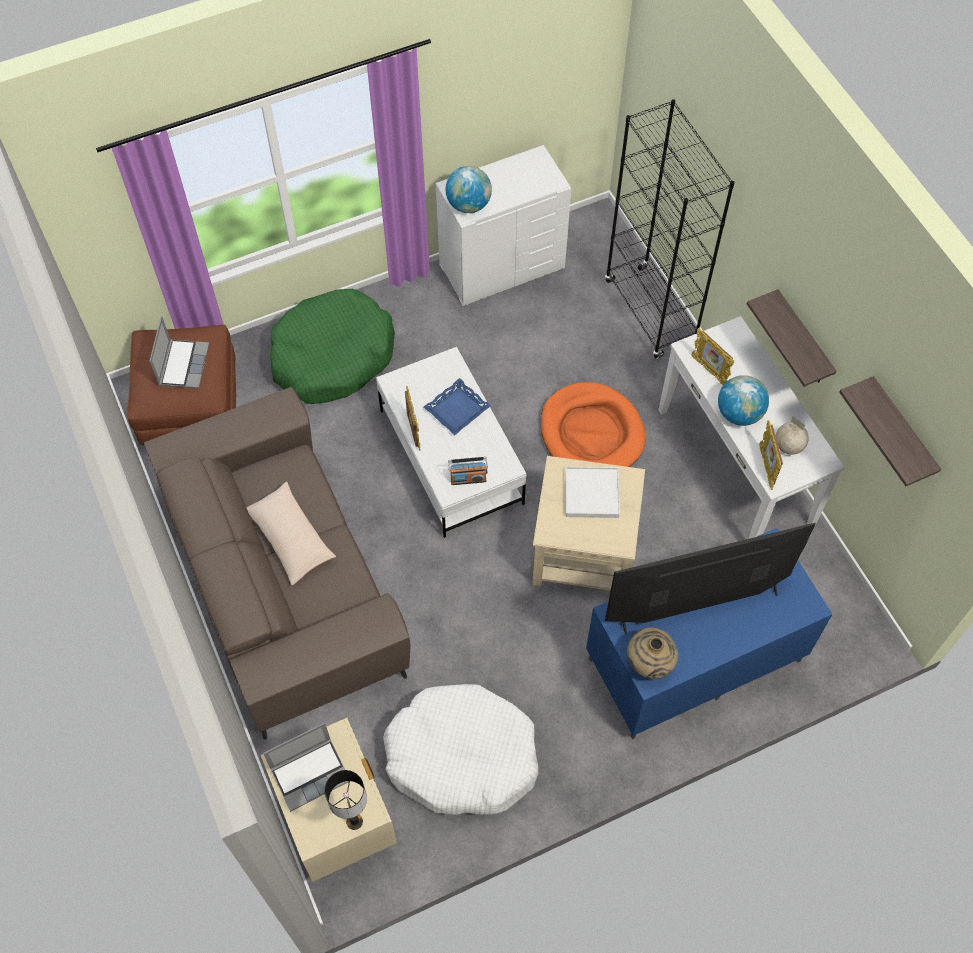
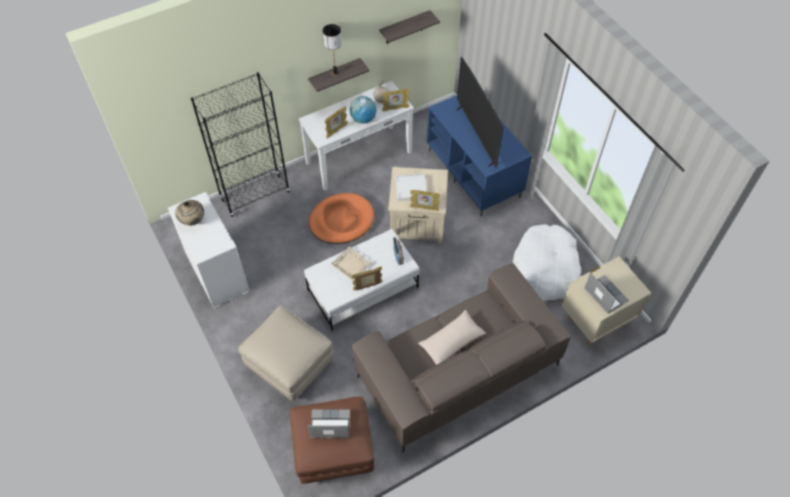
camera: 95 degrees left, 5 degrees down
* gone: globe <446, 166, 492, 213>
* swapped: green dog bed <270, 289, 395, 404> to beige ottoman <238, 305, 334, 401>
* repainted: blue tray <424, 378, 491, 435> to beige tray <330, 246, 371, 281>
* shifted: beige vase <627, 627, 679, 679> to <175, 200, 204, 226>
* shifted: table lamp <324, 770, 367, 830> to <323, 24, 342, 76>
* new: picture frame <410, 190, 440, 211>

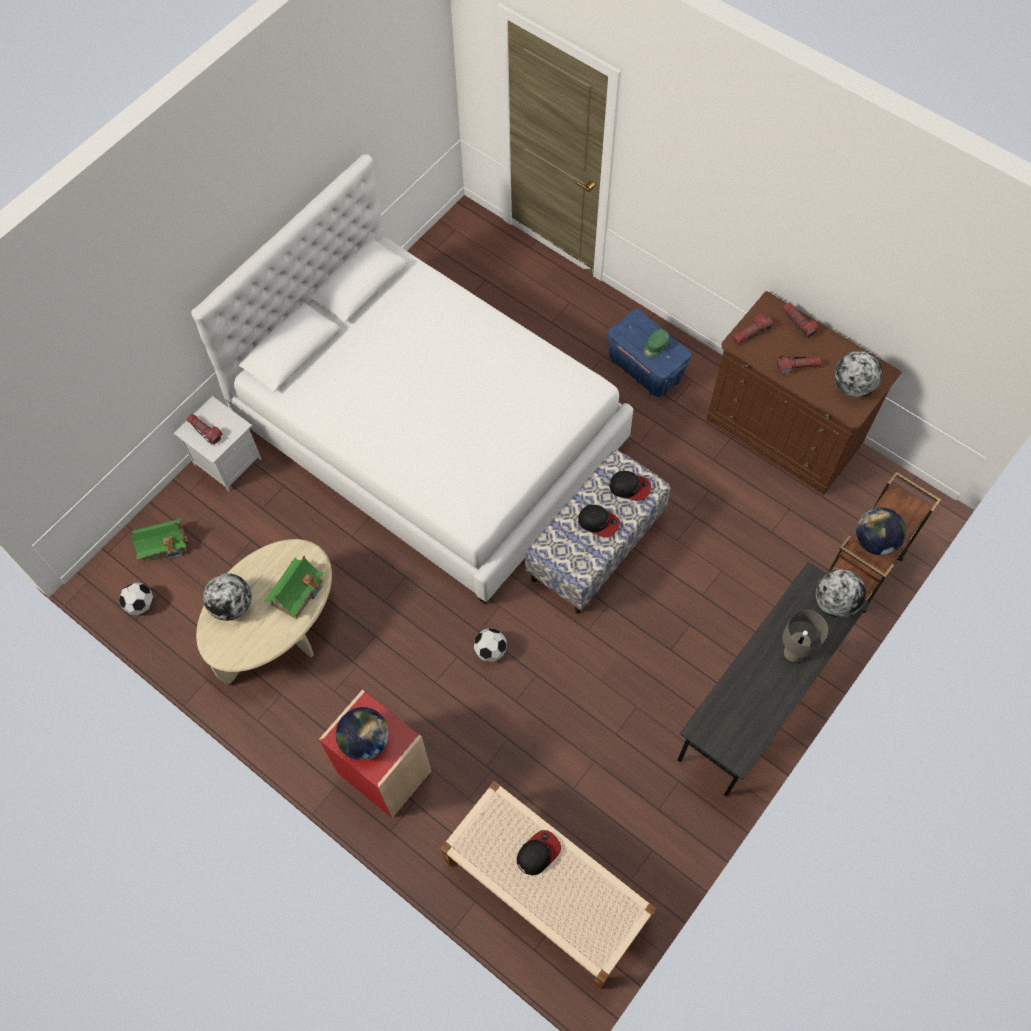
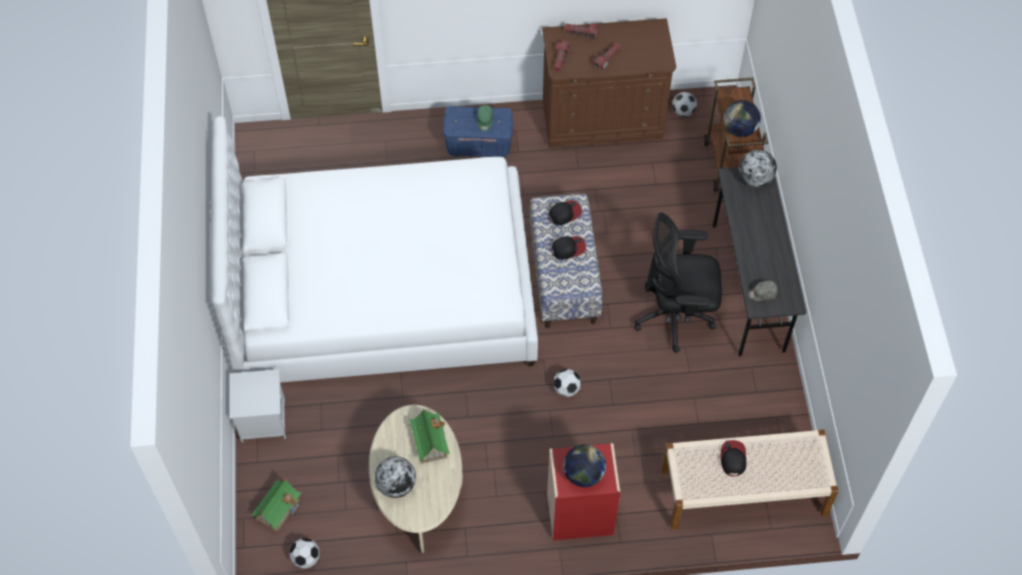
camera: 45 degrees left, 5 degrees down
* gone: globe <834, 351, 883, 398>
* gone: flashlight <187, 414, 223, 444>
* gone: grey table lamp <782, 610, 828, 663>
* new: football <672, 92, 697, 117>
* new: black office chair <635, 212, 722, 353>
* new: grey cap <748, 281, 778, 301>

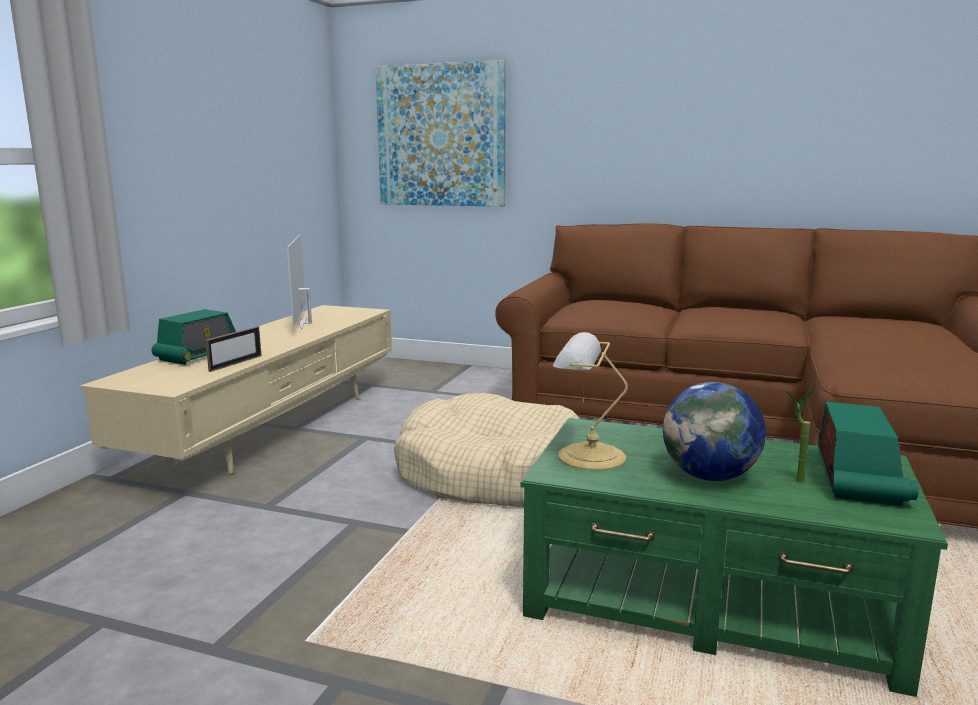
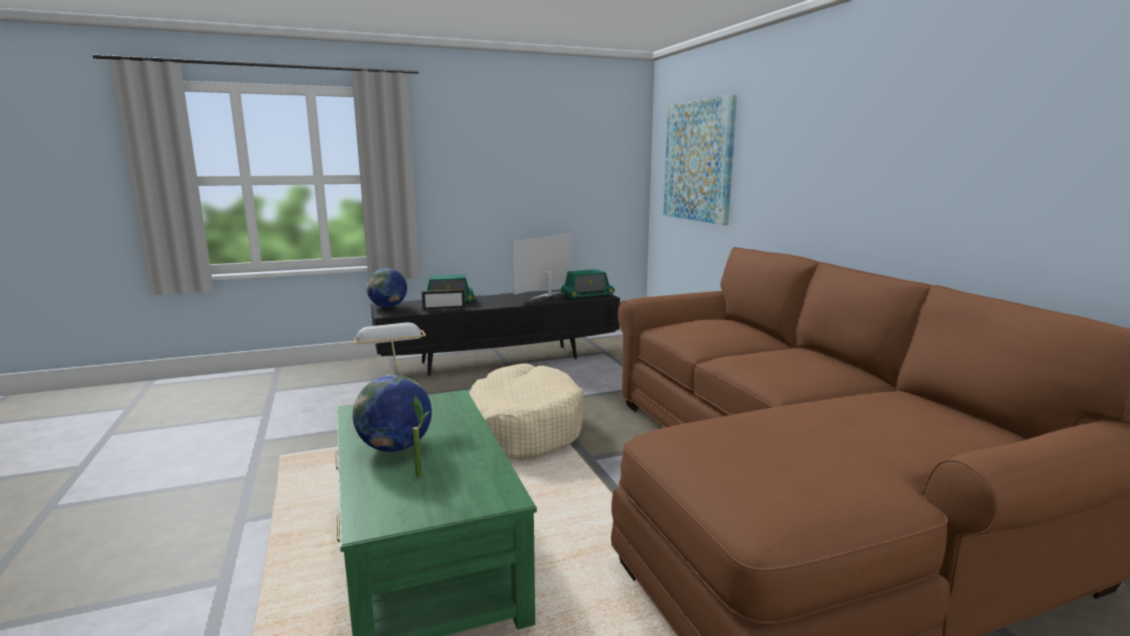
camera: 50 degrees right, 0 degrees up
* repainted: beige tv stand <80, 305, 392, 475> to black tv stand <371, 289, 620, 376>
* shifted: radio <818, 402, 919, 506> to <561, 269, 615, 299>
* new: globe <366, 268, 407, 307>

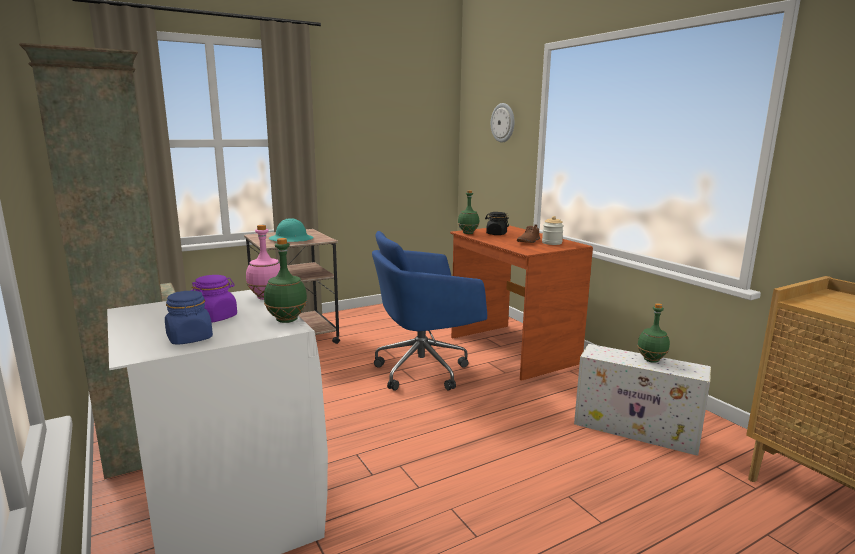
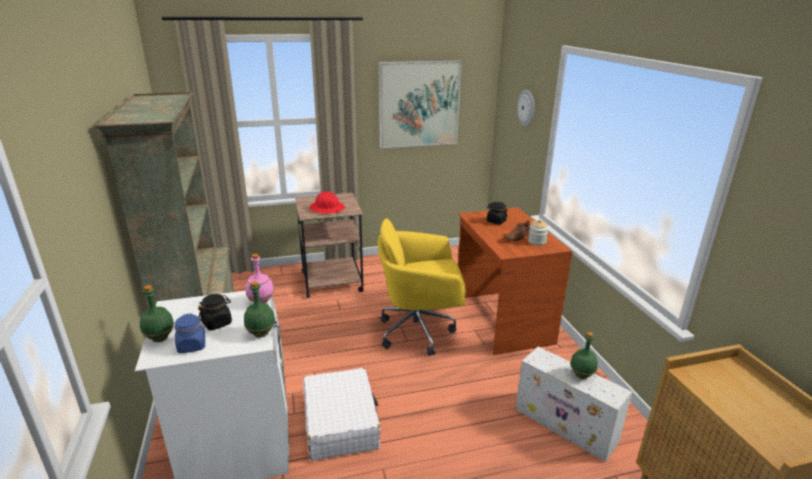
camera: 15 degrees right, 10 degrees up
* shifted: green bottle <458, 190, 480, 234> to <140, 285, 174, 342>
* repainted: turquoise hard hat <269, 218, 314, 242> to red hard hat <310, 192, 345, 213>
* repainted: blue office chair <372, 231, 487, 391> to yellow office chair <378, 218, 466, 356>
* repainted: purple jar <191, 275, 237, 323> to black jar <198, 294, 232, 330>
* new: picture <378, 61, 462, 148>
* new: white suitcase <303, 368, 381, 461>

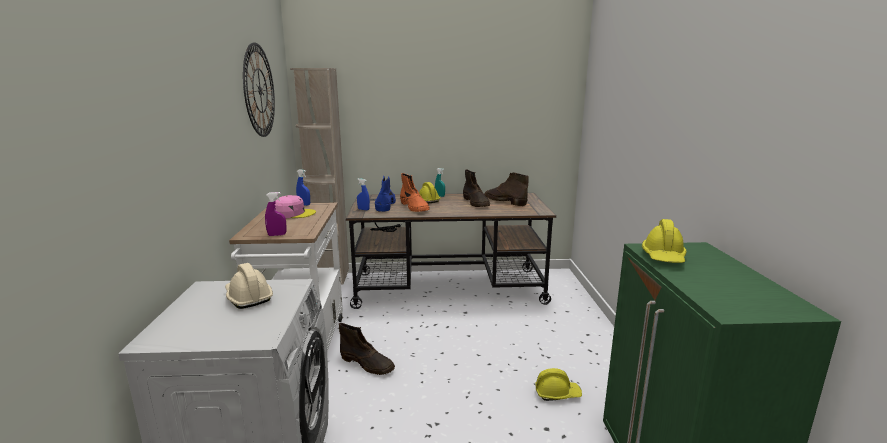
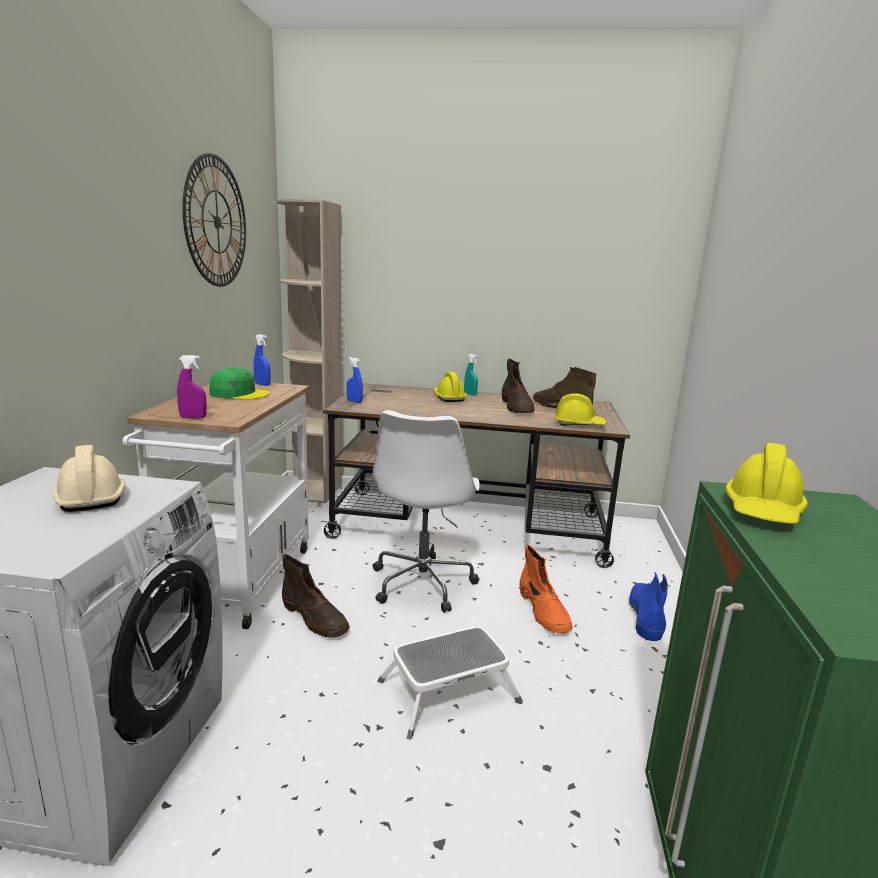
camera: 10 degrees right, 0 degrees up
* shifted: orange boot <400, 173, 430, 212> to <519, 545, 572, 633>
* shifted: blue boot <375, 176, 396, 212> to <629, 572, 668, 641>
* repainted: pink cap <275, 195, 316, 218> to green cap <209, 368, 270, 400>
* shifted: yellow hard hat <535, 368, 582, 401> to <555, 393, 607, 426>
* new: white office chair <372, 410, 480, 613>
* new: grey step ladder <377, 626, 523, 740>

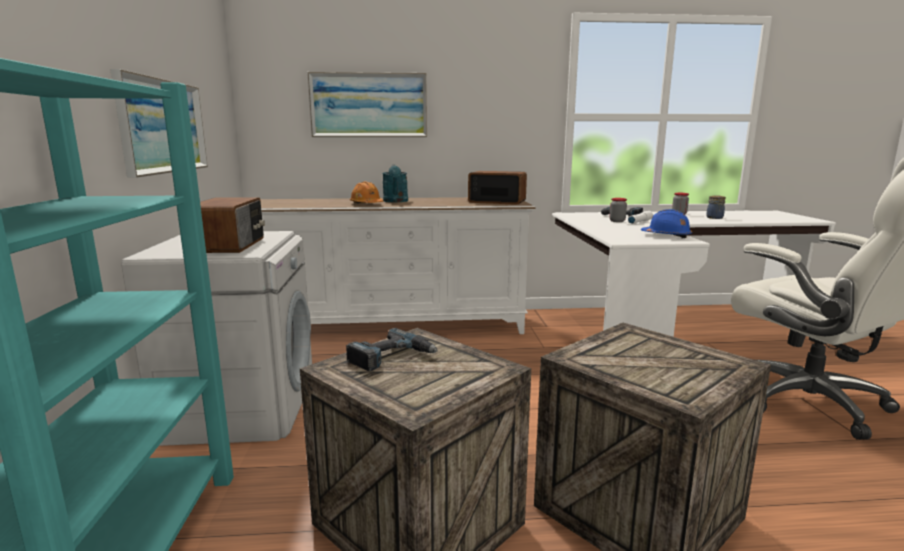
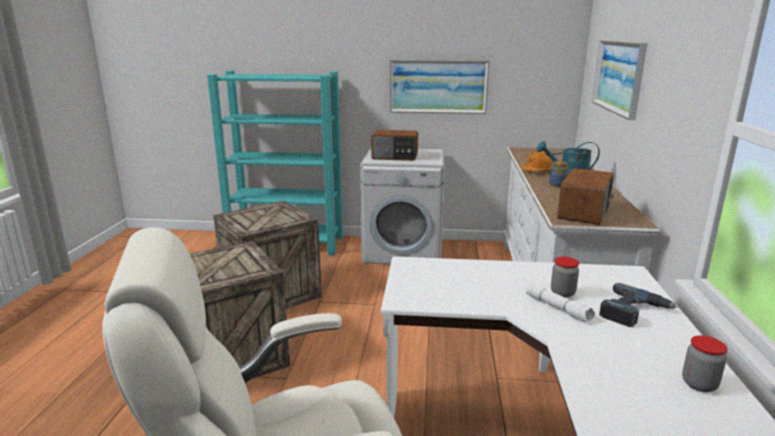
camera: 100 degrees right, 5 degrees up
* shifted: jar <706, 195, 726, 219> to <548, 161, 569, 187>
* gone: blue hard hat <641, 209, 692, 239>
* gone: power drill <346, 328, 438, 371>

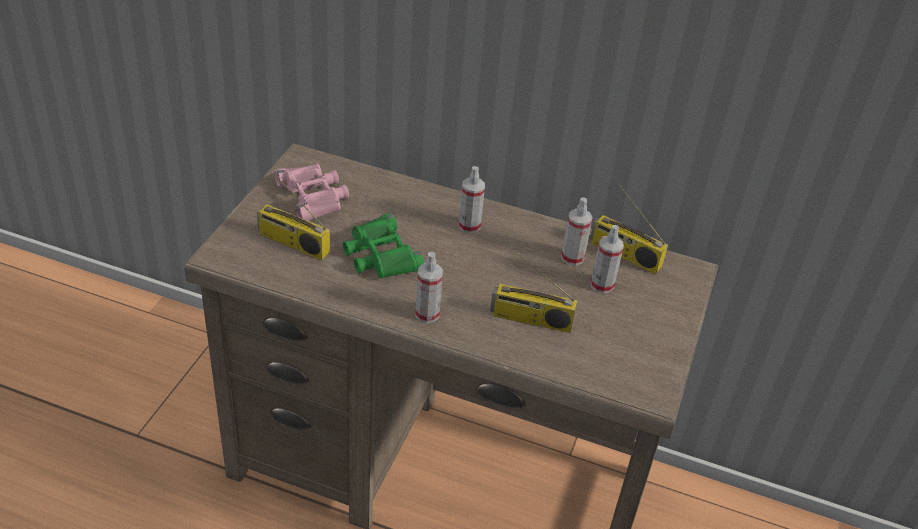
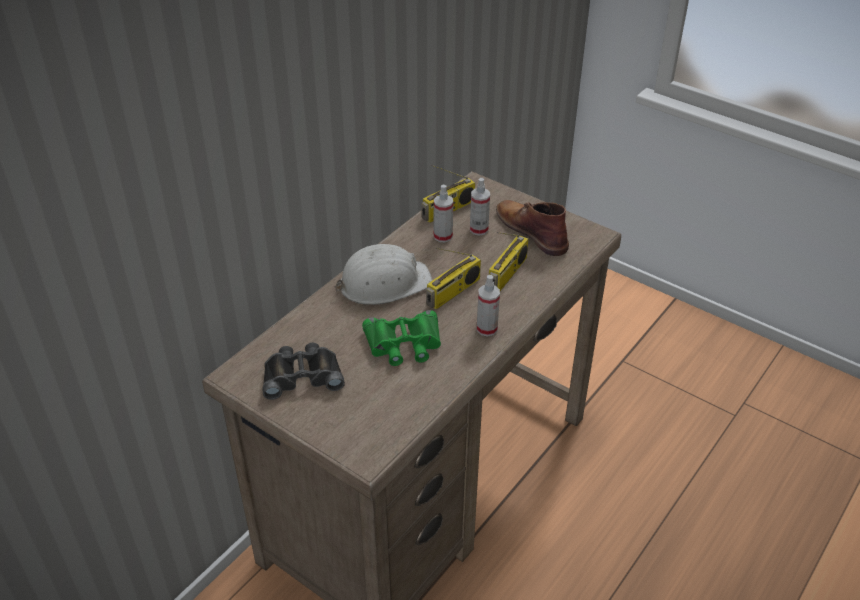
camera: 70 degrees left, 0 degrees up
* repainted: pink binoculars <274, 163, 349, 221> to black binoculars <262, 343, 345, 400>
* swapped: spray bottle <459, 166, 485, 233> to white hard hat <335, 244, 432, 305>
* shifted: radio <257, 172, 330, 260> to <426, 248, 481, 309>
* new: brown boot <496, 200, 569, 256>

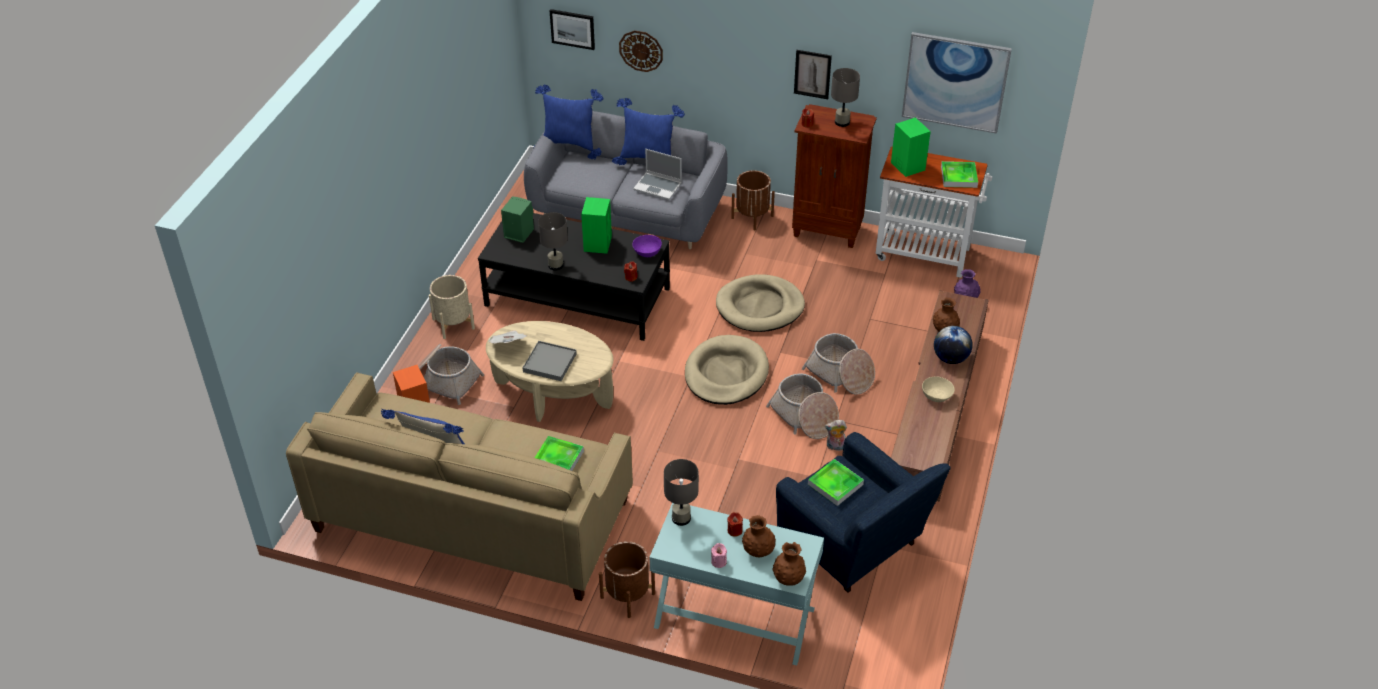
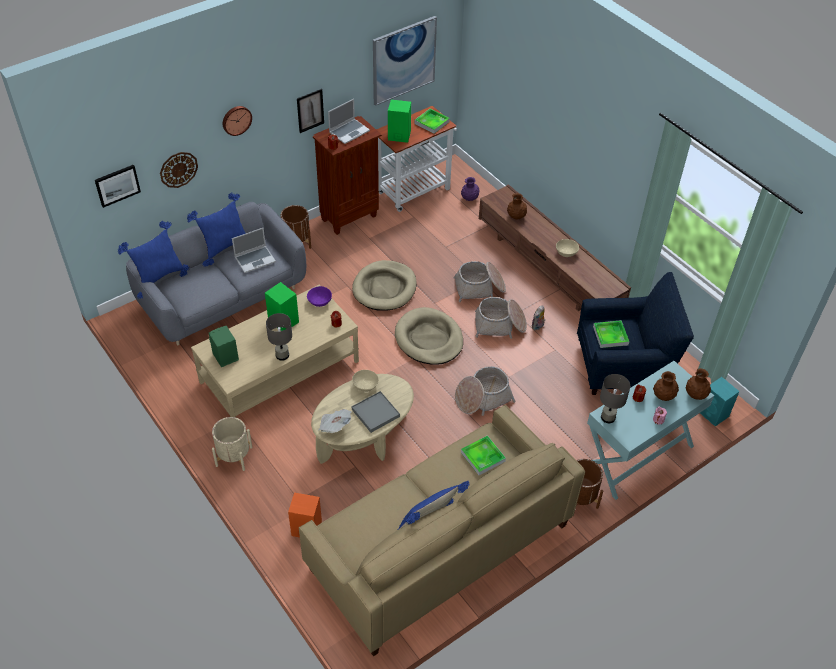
camera: 55 degrees left, 5 degrees up
* swapped: grey table lamp <831, 68, 860, 127> to laptop <328, 99, 370, 144>
* repainted: black coffee table <478, 213, 670, 341> to beige coffee table <191, 285, 359, 418>
* gone: globe <934, 326, 973, 364>
* shifted: basket <418, 344, 484, 405> to <455, 366, 516, 416>
* new: wall clock <223, 106, 252, 136>
* new: beige bowl <352, 370, 379, 392>
* new: turquoise speaker <700, 377, 740, 426>

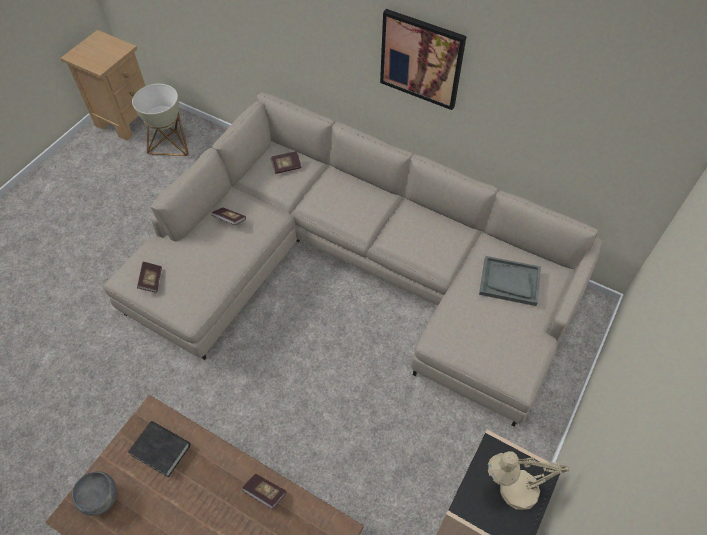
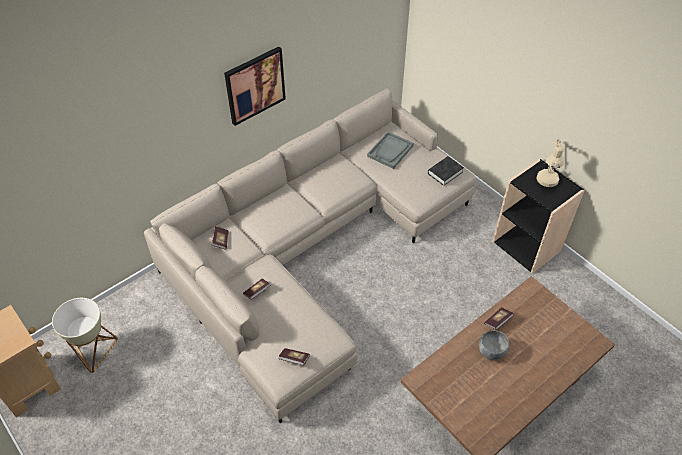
camera: 70 degrees left, 5 degrees down
* shifted: black book <128, 421, 190, 477> to <428, 156, 464, 186>
* shifted: grey bowl <72, 471, 117, 516> to <479, 330, 509, 360>

